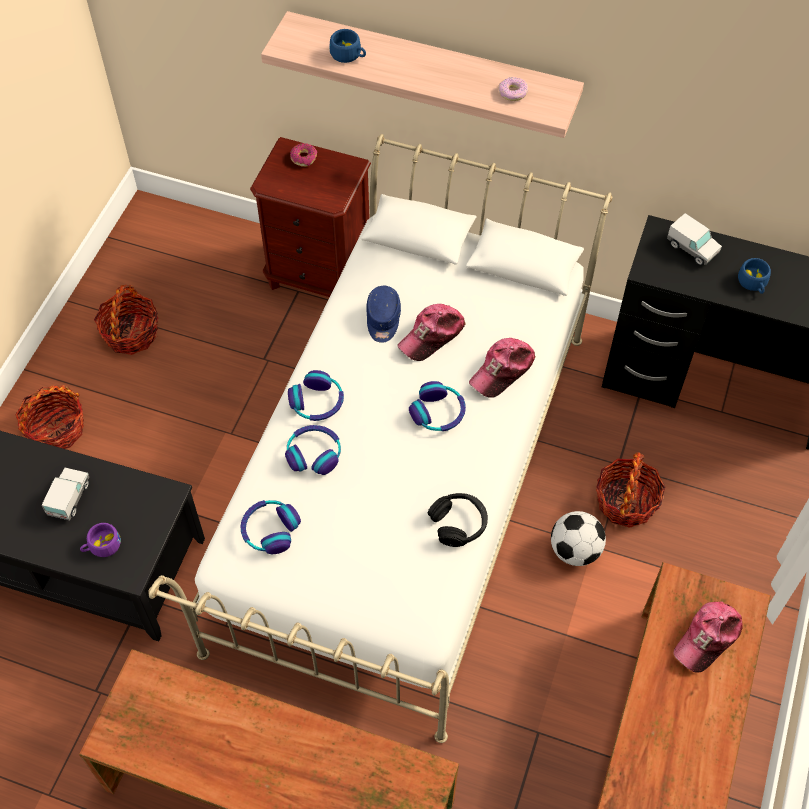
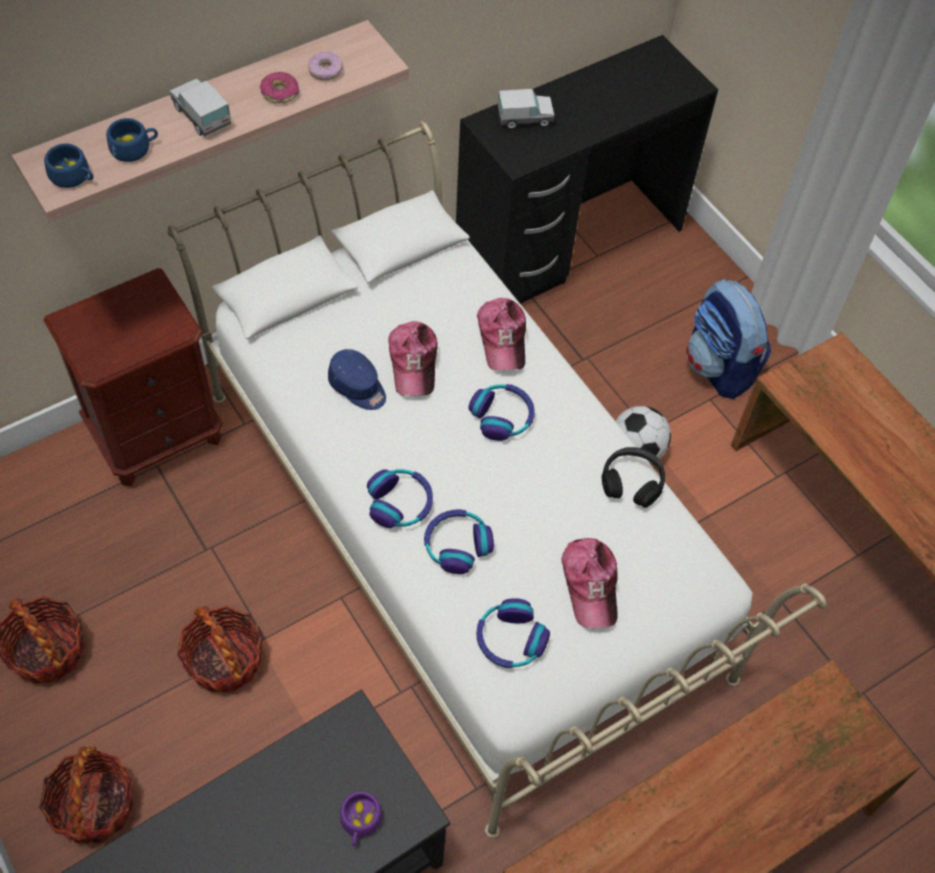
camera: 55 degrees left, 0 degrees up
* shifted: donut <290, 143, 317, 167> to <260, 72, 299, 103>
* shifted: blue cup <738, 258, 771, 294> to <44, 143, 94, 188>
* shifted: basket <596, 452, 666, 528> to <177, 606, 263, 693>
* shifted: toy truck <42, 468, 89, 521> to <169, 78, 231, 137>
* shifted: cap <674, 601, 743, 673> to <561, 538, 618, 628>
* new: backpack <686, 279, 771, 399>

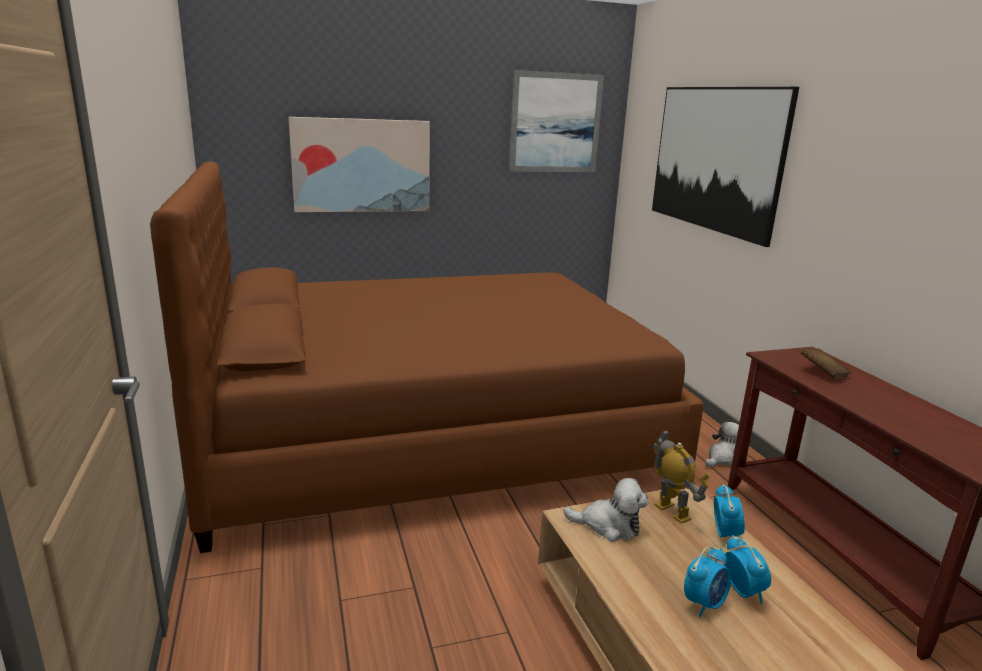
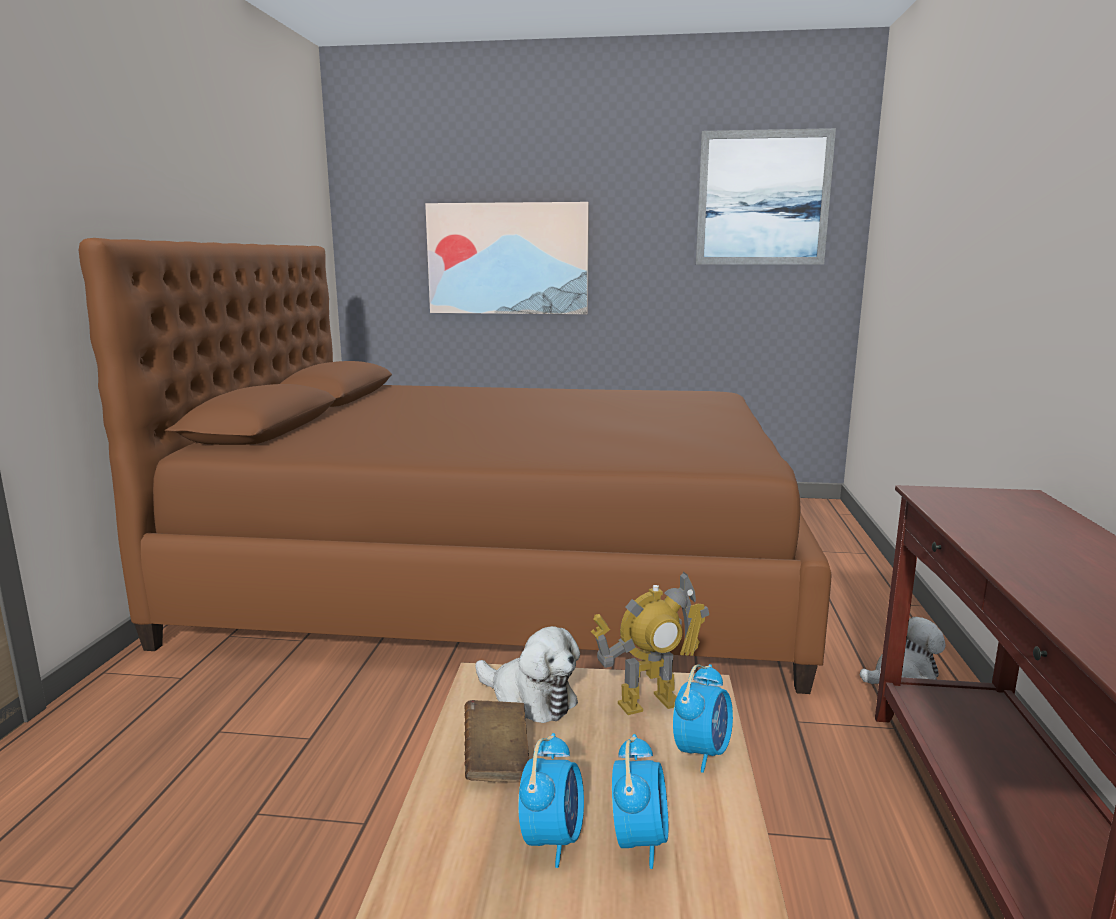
camera: 25 degrees right, 5 degrees down
* gone: picture <652, 87, 799, 247>
* shifted: brown book <801, 348, 851, 379> to <464, 700, 529, 782>
* rotated: toy robot <653, 430, 711, 524> = <591, 571, 709, 715> 75 degrees clockwise
* rotated: alarm clock <684, 547, 731, 617> = <518, 733, 584, 868> 60 degrees counterclockwise

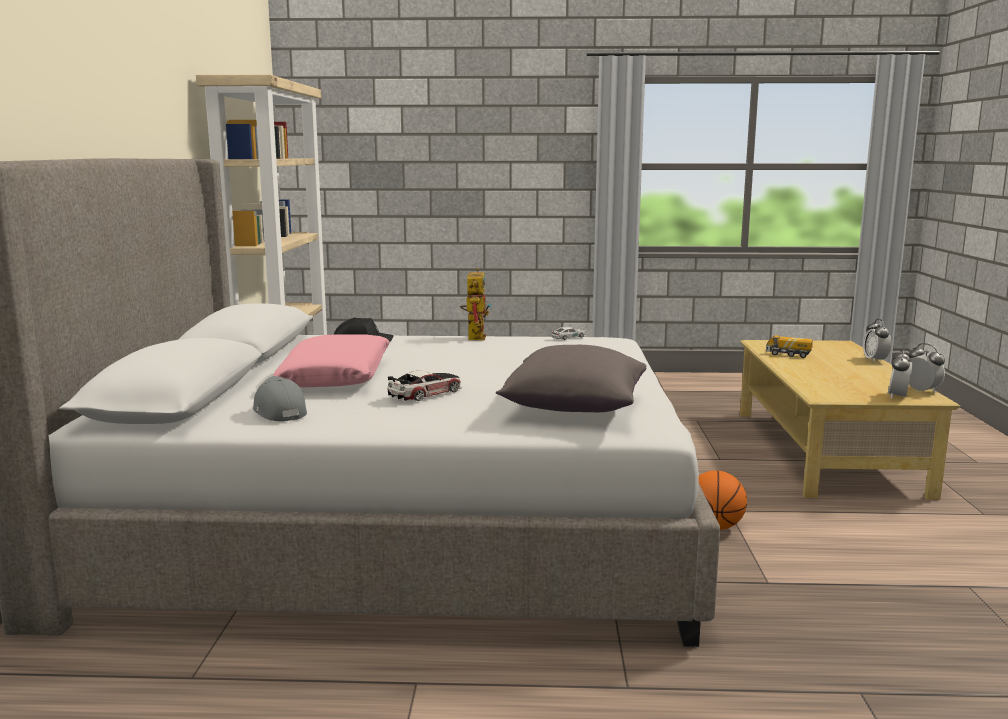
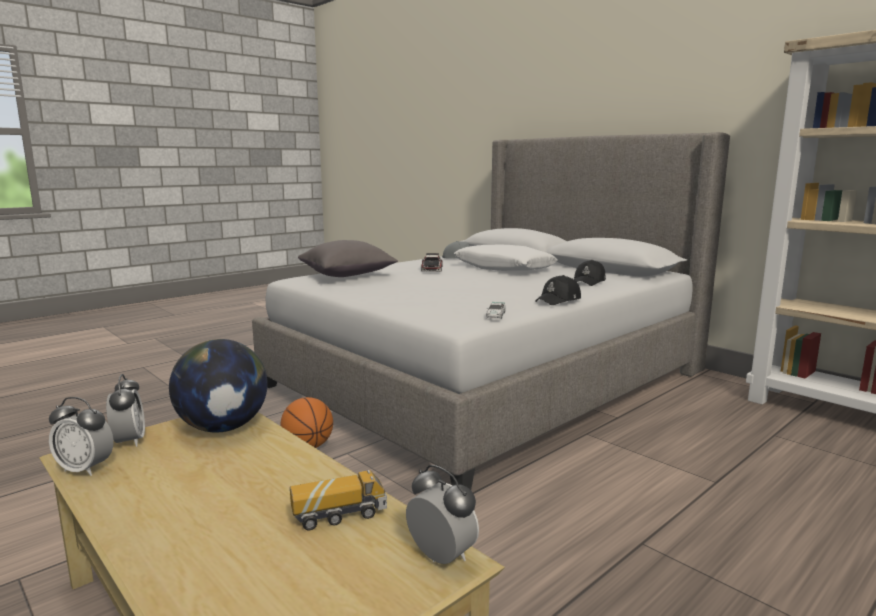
camera: 135 degrees right, 0 degrees up
* swapped: toy robot <460, 268, 491, 340> to black cap <535, 275, 581, 305>
* shifted: alarm clock <863, 319, 891, 363> to <406, 465, 479, 564>
* repainted: pink pillow <273, 334, 390, 387> to white pillow <454, 245, 558, 271>
* new: globe <169, 339, 268, 432>

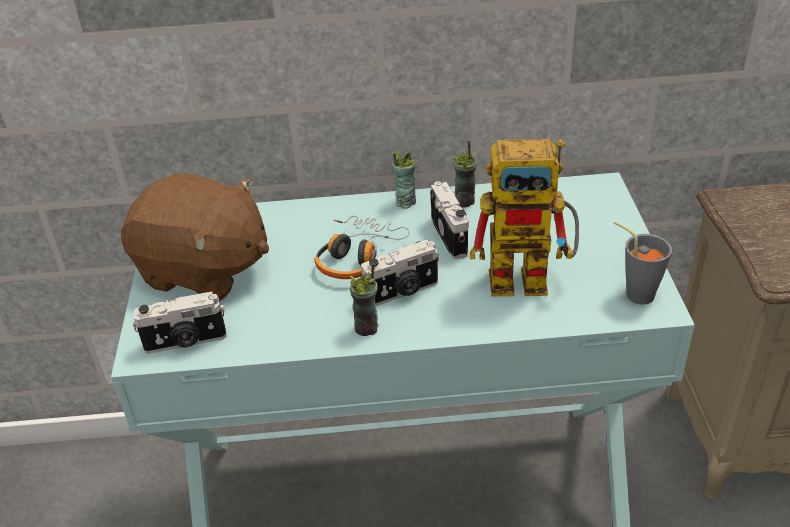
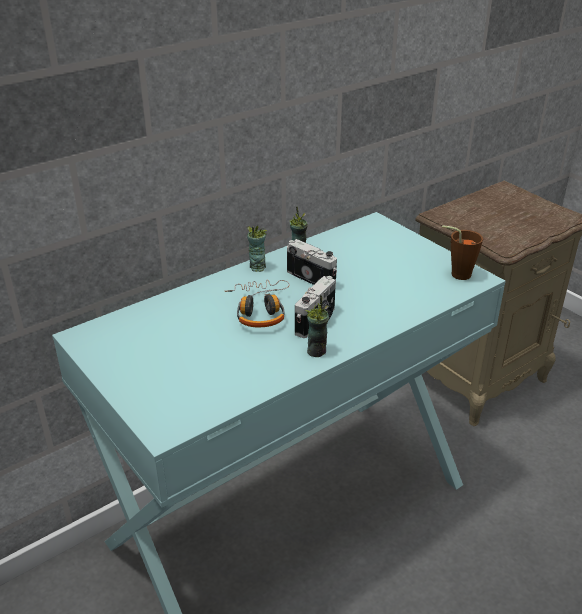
camera: 35 degrees left, 5 degrees down
* gone: toy robot <470, 139, 579, 296>
* gone: brown plush toy <121, 173, 269, 301>
* repainted: grey cup <614, 221, 672, 305> to brown cup <442, 225, 483, 280>
* gone: photo camera <133, 292, 227, 354>

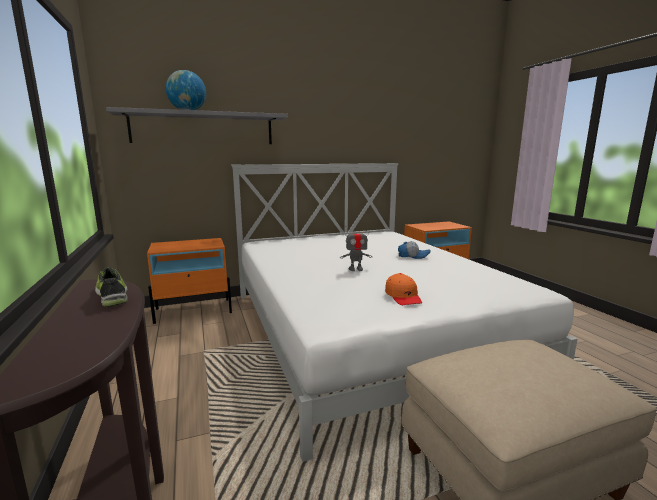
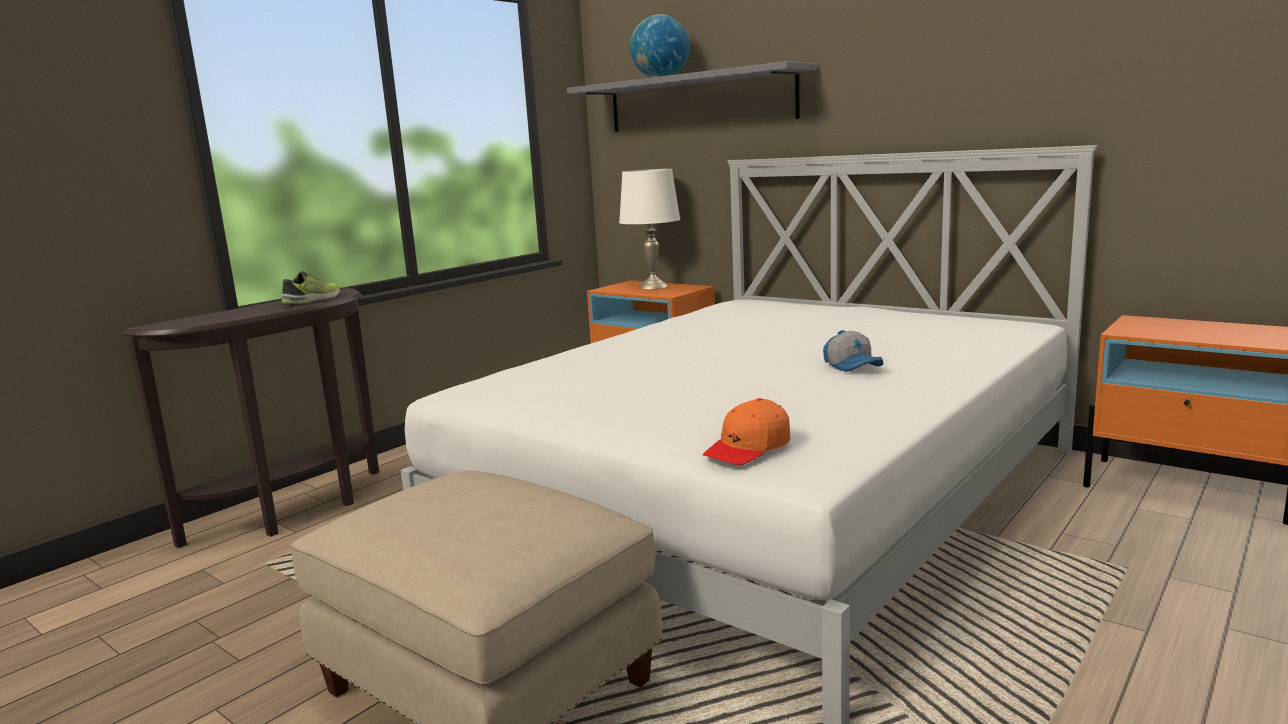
camera: 60 degrees right, 0 degrees up
* gone: toy robot <340, 226, 371, 271>
* shifted: orange cap <385, 273, 422, 305> to <703, 398, 790, 465>
* new: white table lamp <619, 169, 681, 289>

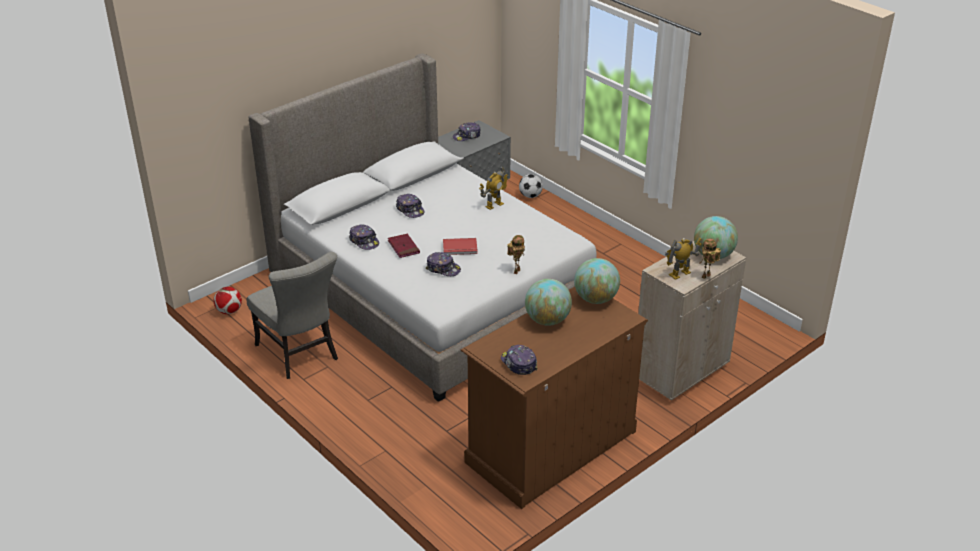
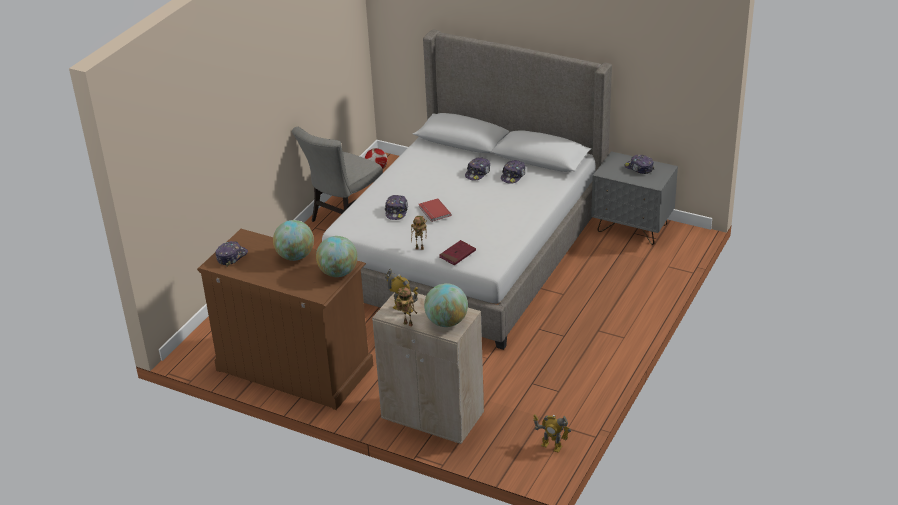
camera: 70 degrees right, 0 degrees up
* shifted: toy robot <479, 166, 509, 210> to <533, 414, 571, 453>
* gone: football <519, 174, 543, 198>
* shifted: cap <349, 224, 379, 250> to <501, 160, 526, 184>
* shifted: red book <388, 234, 420, 258> to <439, 240, 476, 265>

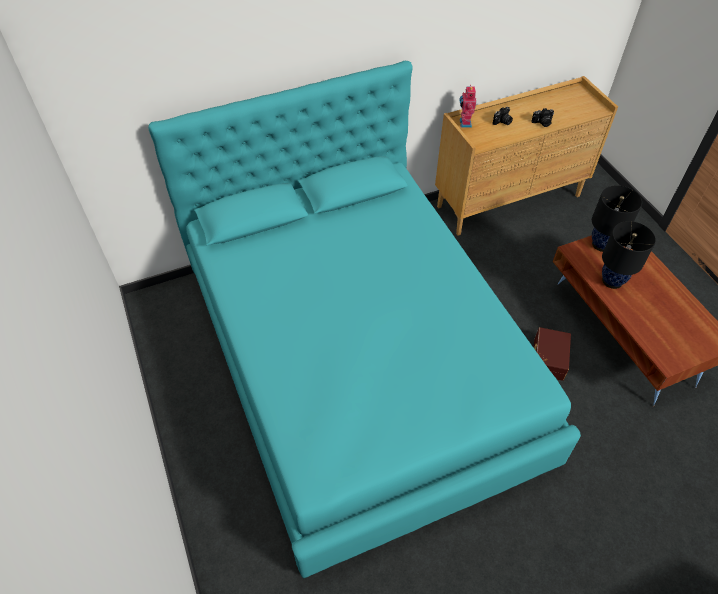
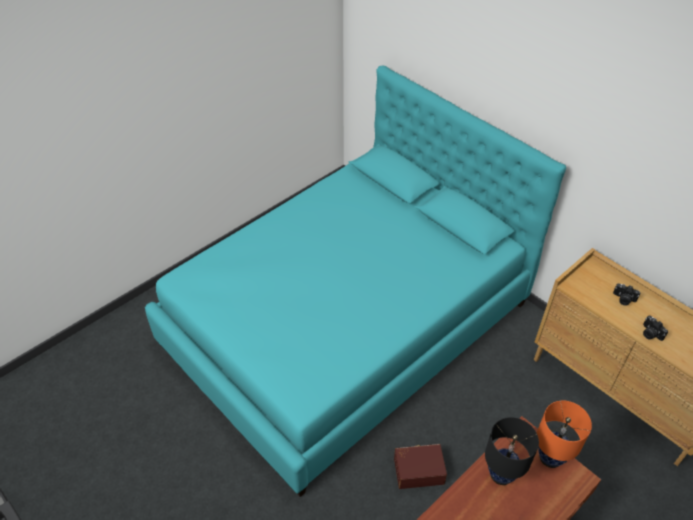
camera: 70 degrees right, 5 degrees down
* gone: toy robot <459, 85, 476, 128>
* repainted: black table lamp <592, 185, 642, 252> to orange table lamp <537, 401, 592, 468>

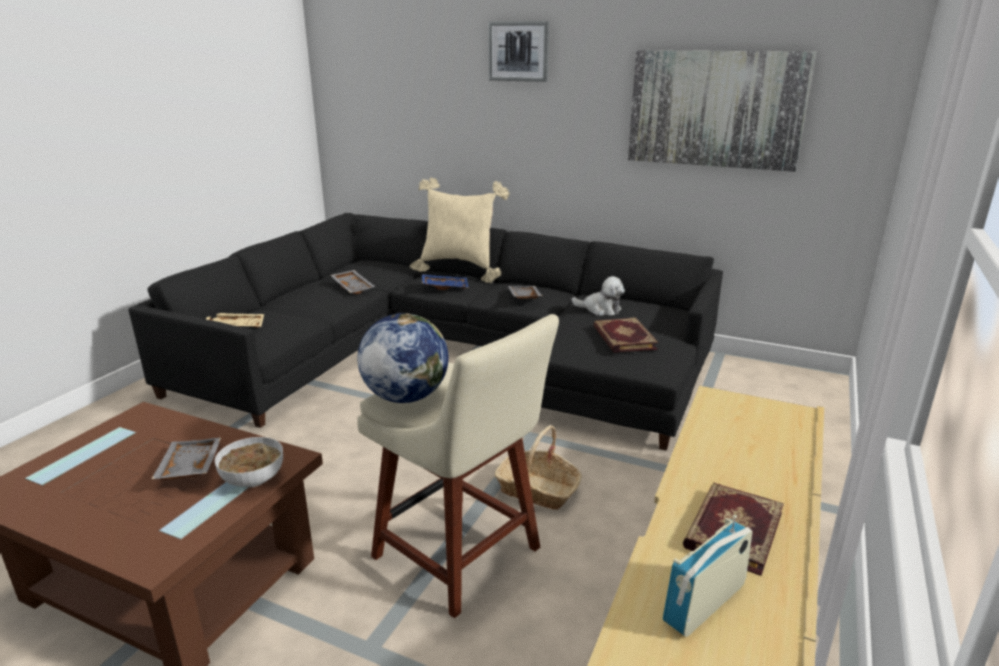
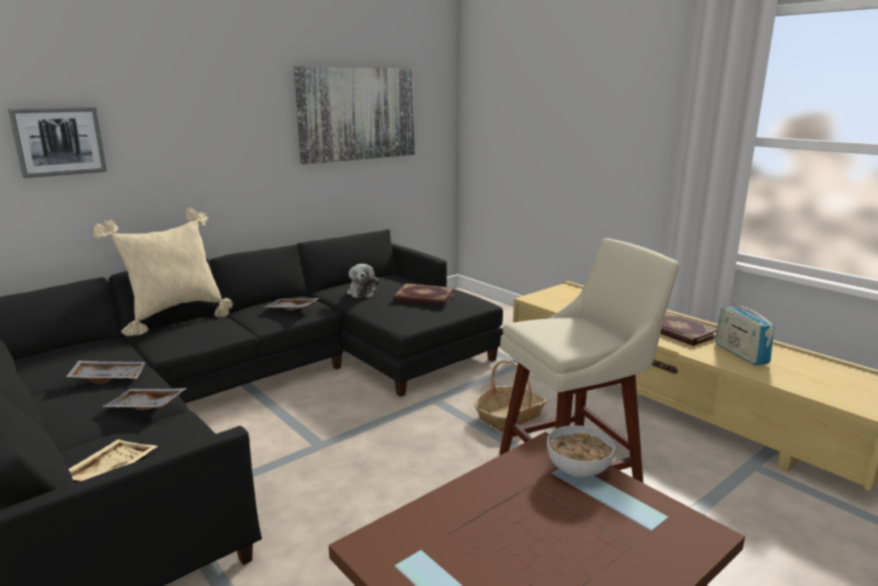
camera: 65 degrees left, 5 degrees down
* shifted: picture <488, 21, 549, 82> to <8, 107, 107, 178>
* gone: blue tray <422, 274, 469, 290>
* rotated: plush toy <572, 276, 625, 316> = <347, 264, 379, 298> 120 degrees clockwise
* gone: globe <357, 313, 449, 403>
* shifted: grey tray <151, 438, 221, 480> to <102, 388, 187, 410>

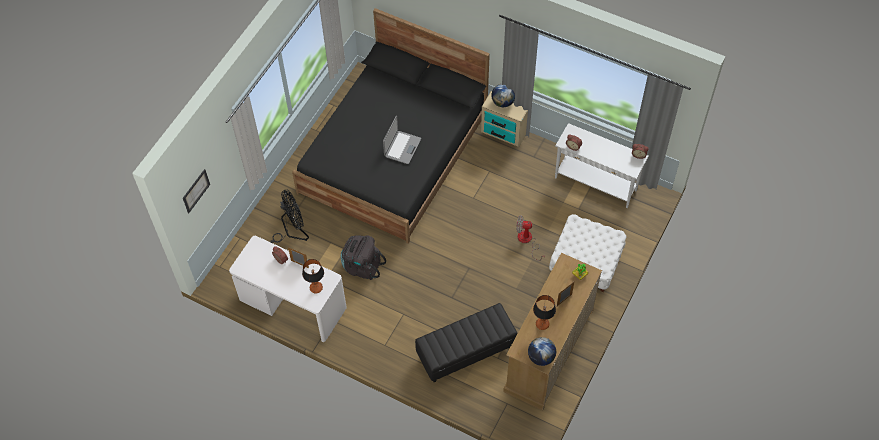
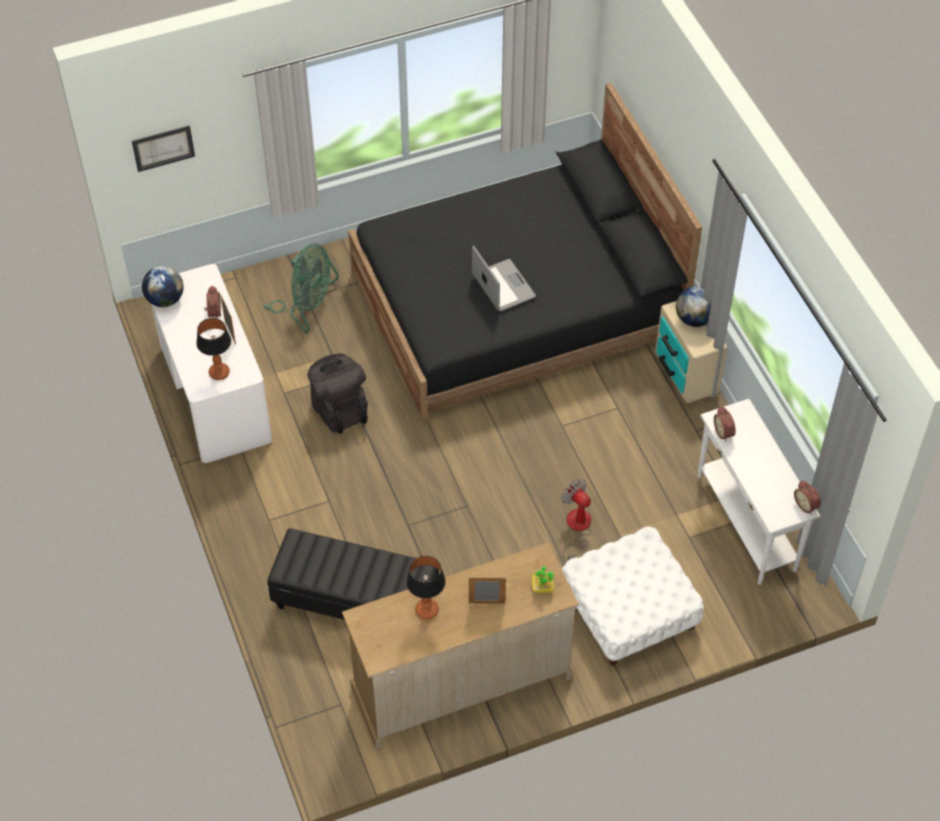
camera: 40 degrees right, 5 degrees down
* rotated: laptop <383, 116, 421, 164> = <472, 246, 536, 312> 90 degrees counterclockwise
* repainted: black fan <270, 190, 309, 243> to green fan <263, 243, 339, 334>
* shifted: globe <528, 337, 556, 366> to <142, 266, 184, 307>

